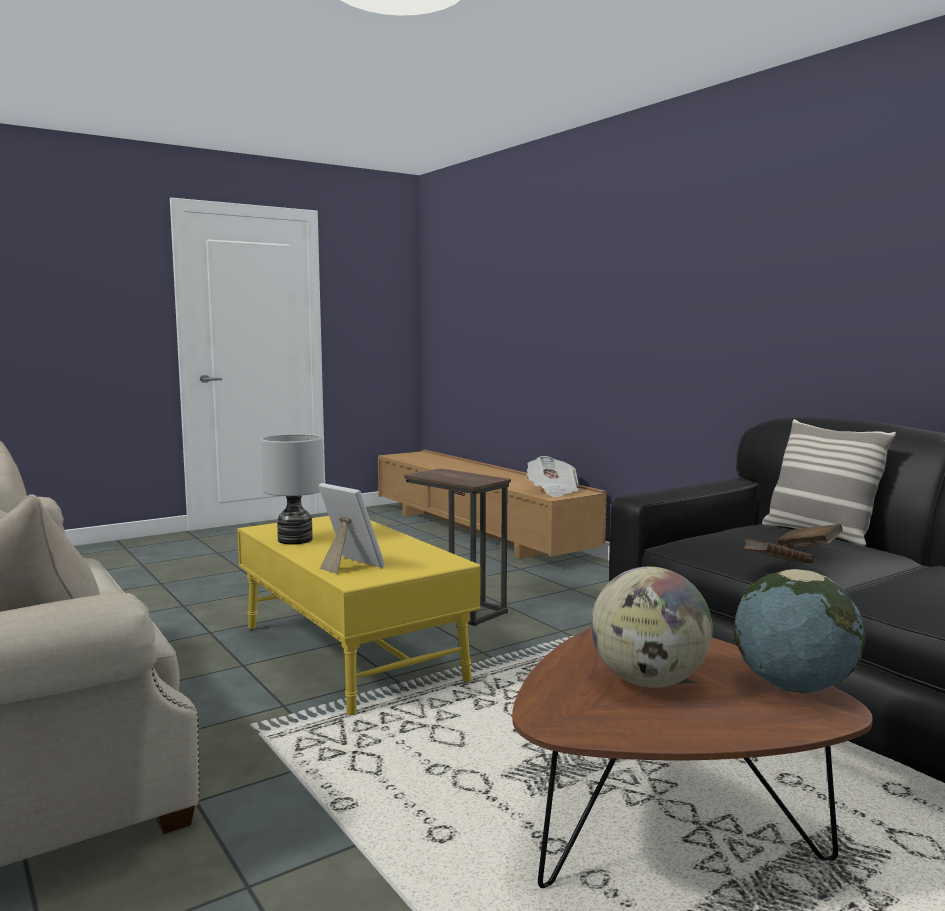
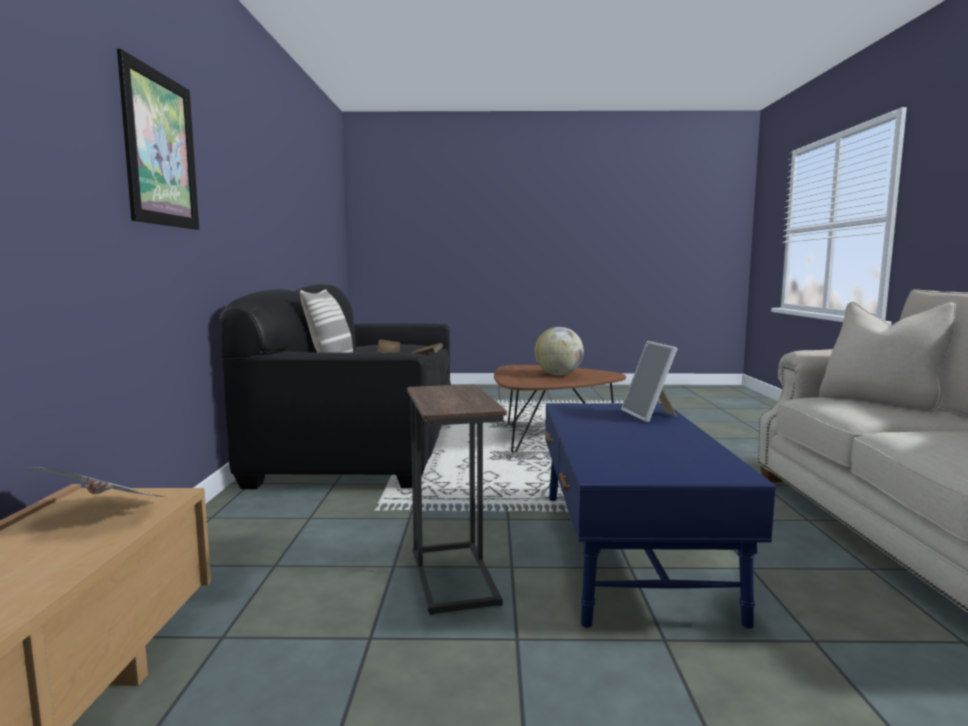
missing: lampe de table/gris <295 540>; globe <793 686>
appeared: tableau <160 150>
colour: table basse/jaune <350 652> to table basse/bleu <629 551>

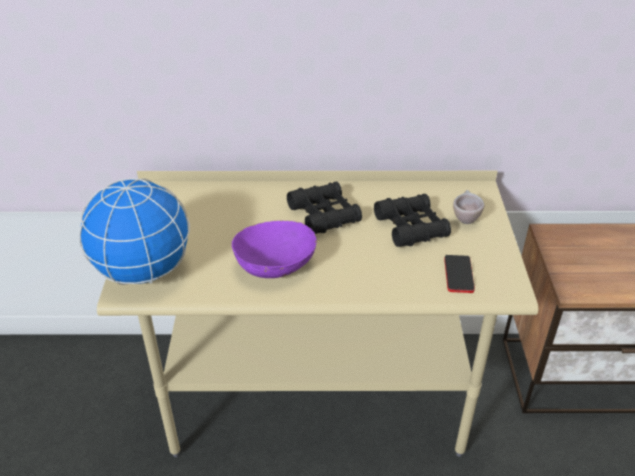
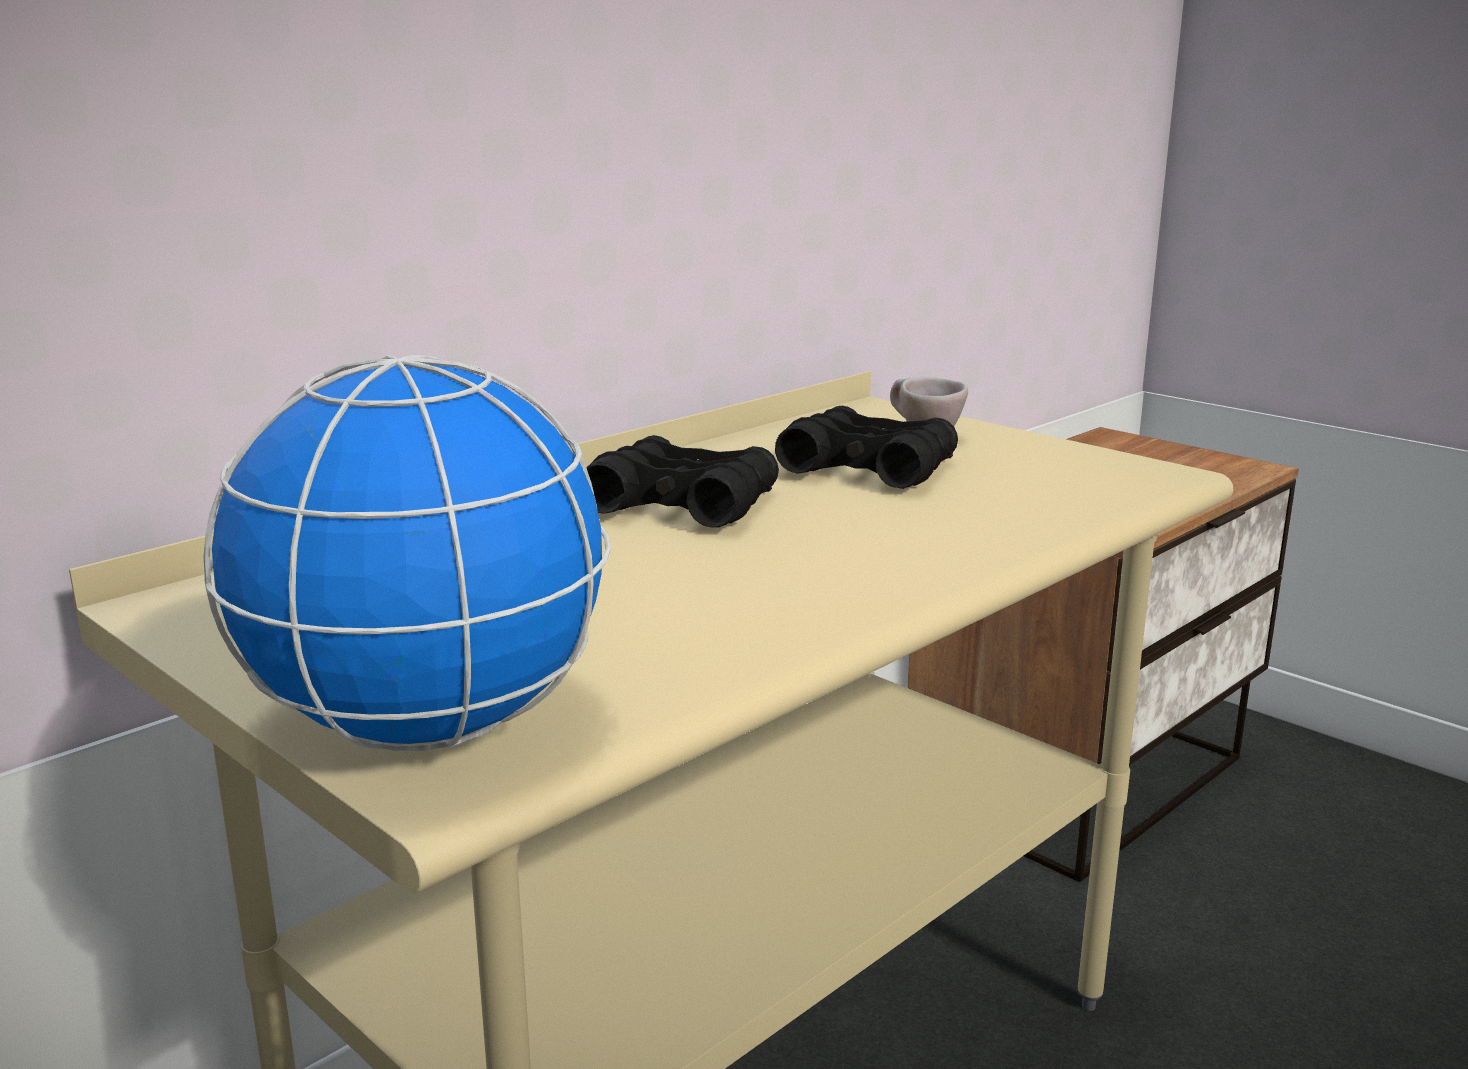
missing: bol/violet <275 265>; téléphone <458 274>

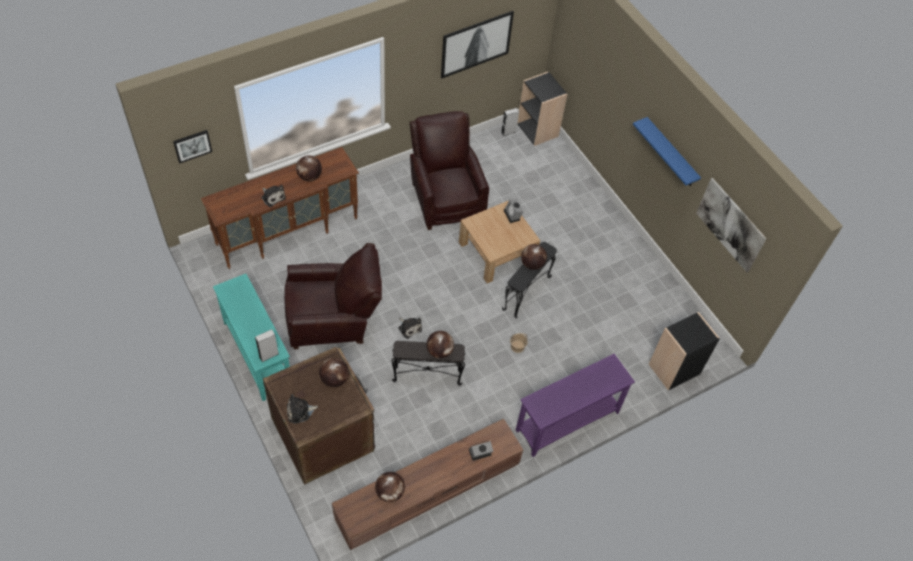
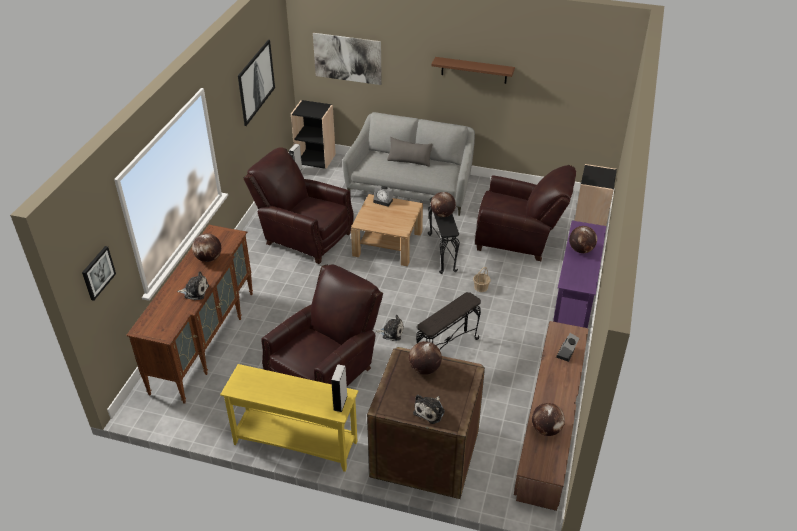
appeared: canapé/gris <411 188>; fauteuil/marron <519 239>
relocated: globe <439 351> to <581 250>; tableau <730 224> to <347 58>
colour: table console/turquoise <257 354> to table console/jaune <295 443>; étagère/bleu <671 153> to étagère/marron <474 70>

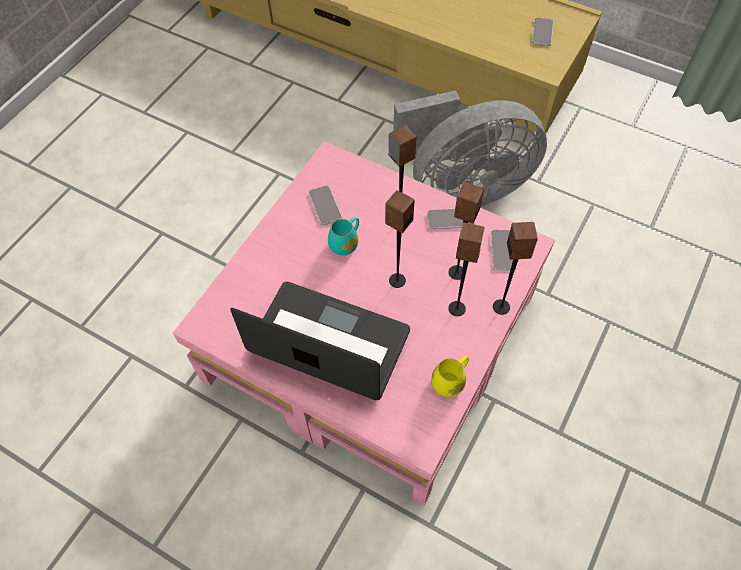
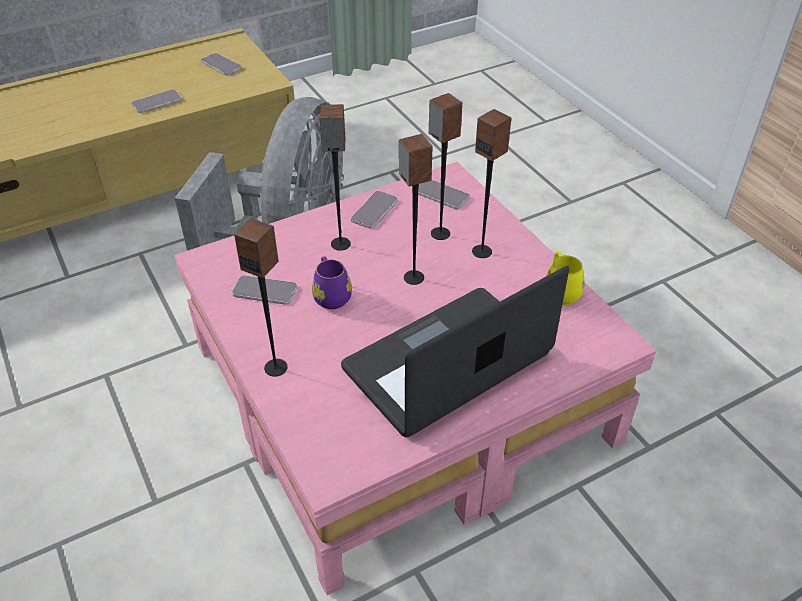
appeared: téléphone <157 102>
relocated: enceinte <501 307> to <276 367>
colour: mug/turquoise <346 243> to mug/violet <331 295>

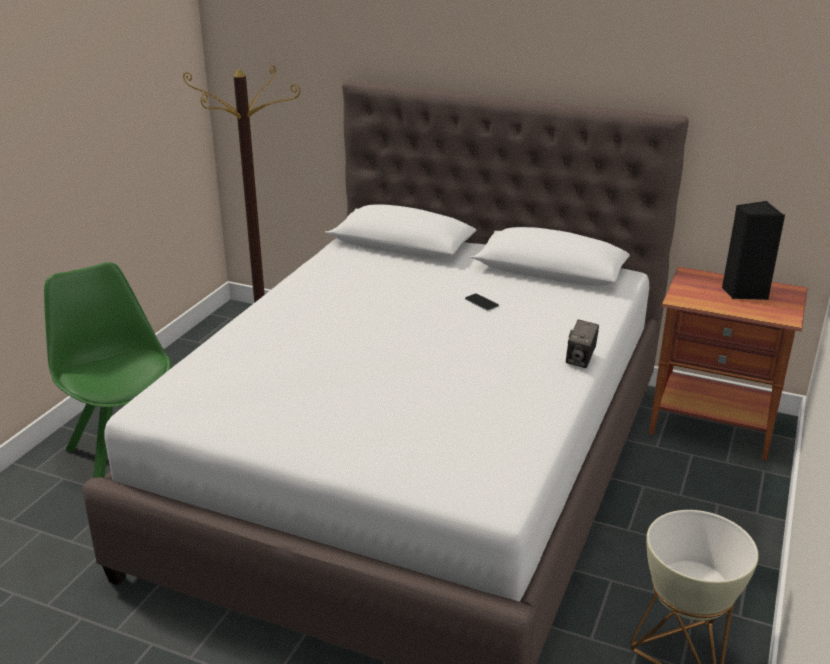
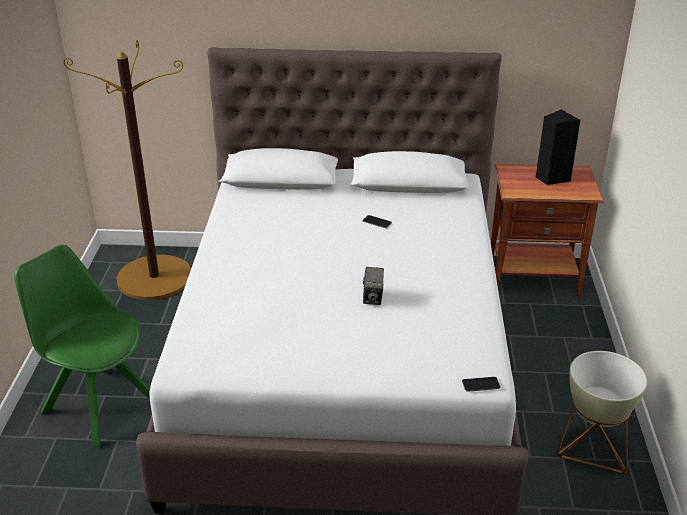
appeared: téléphone <481 384>
relocated: appareil photo <580 360> to <373 298>

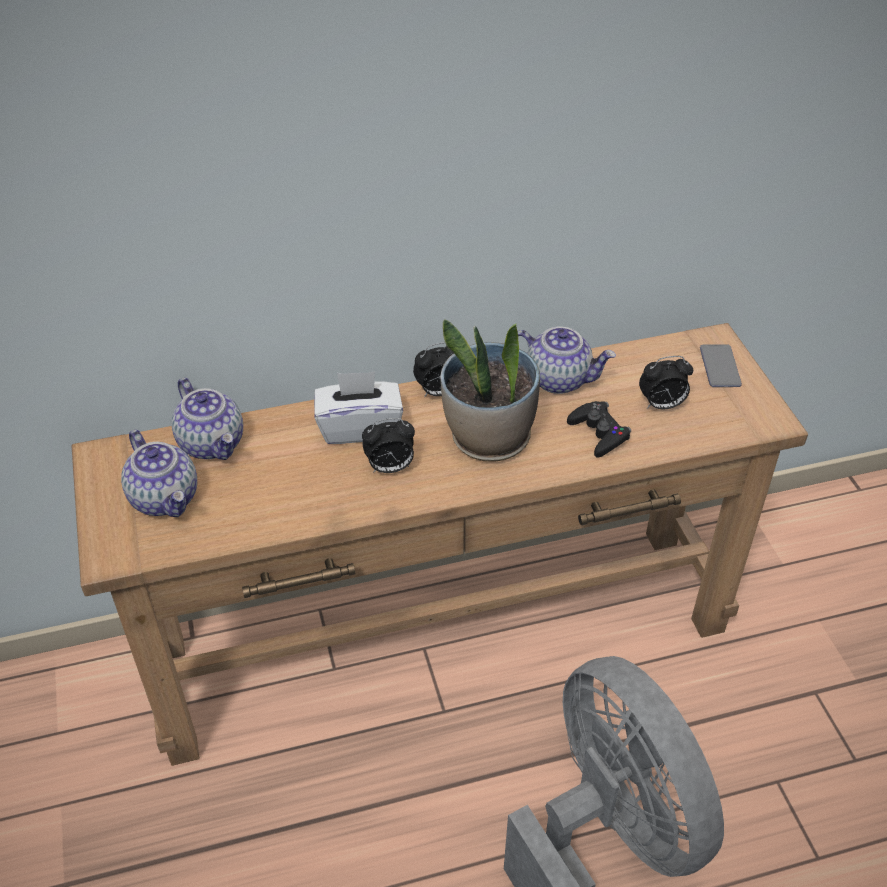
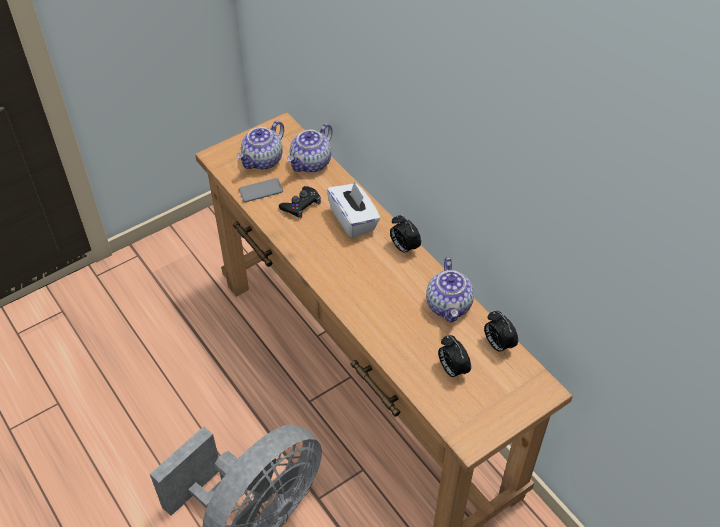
missing: plante en pot <489 439>
relocated: réveil <390 468> to <498 344>; manette/noir <599 433> to <301 205>; téléphone <719 367> to <261 191>

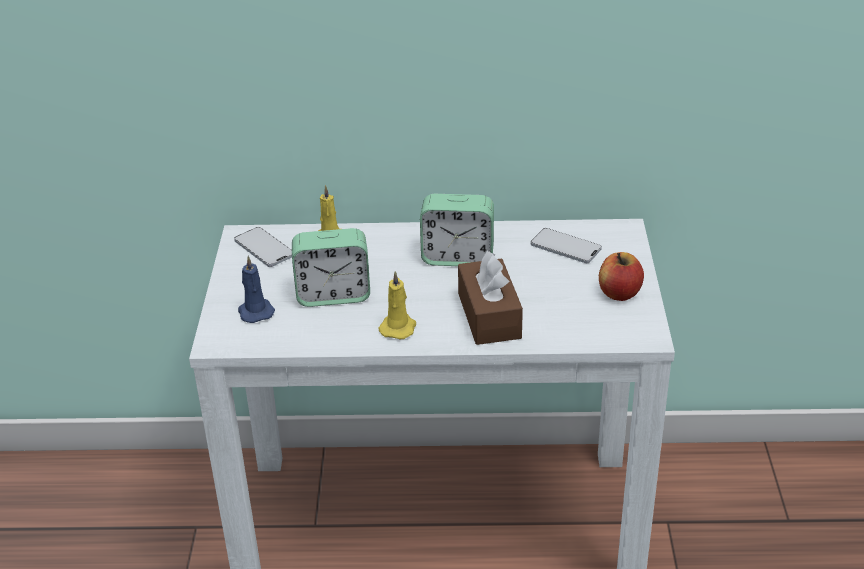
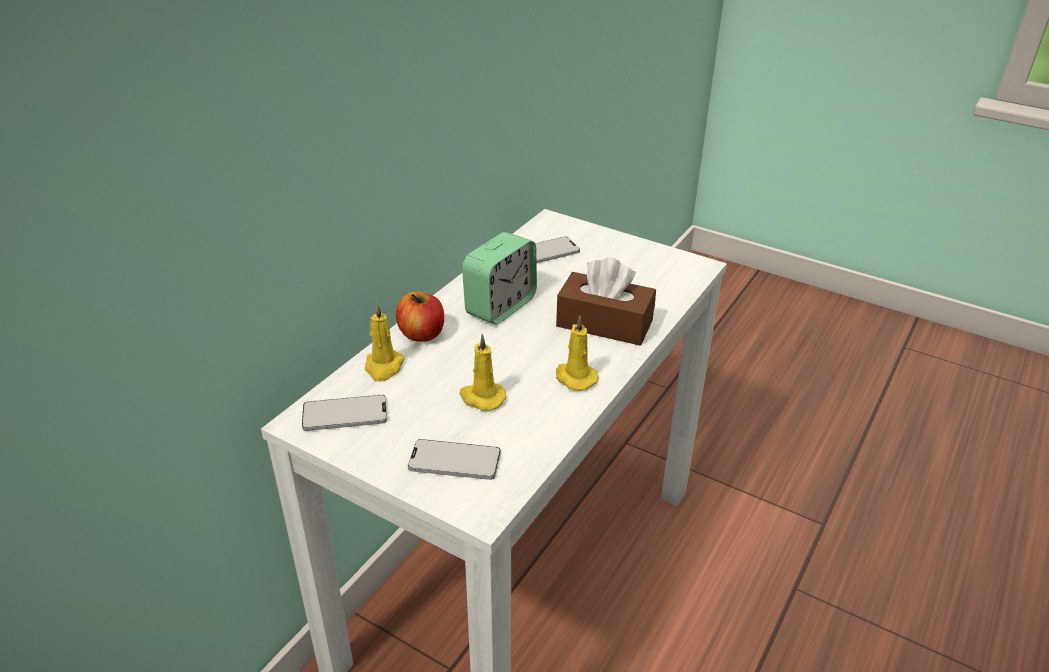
relocated: pomme <619 293> to <422 334>
exchanged: bougie/bleu <255 311> to téléphone <454 461>; réveil <333 295> to bougie/jaune <481 397>

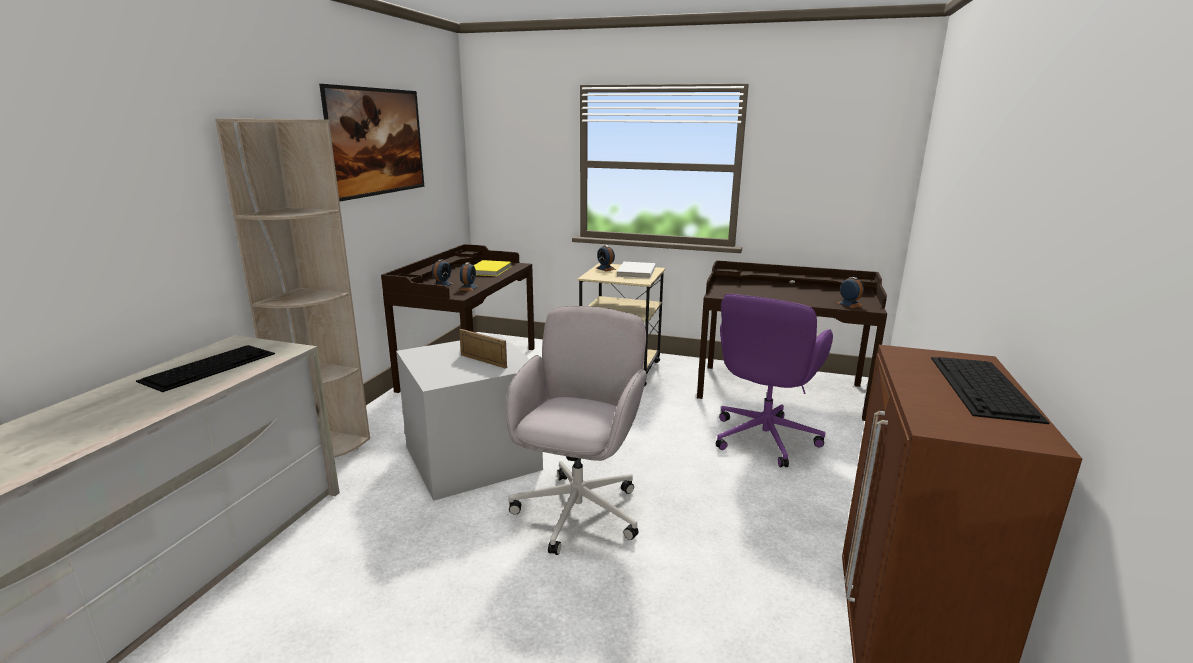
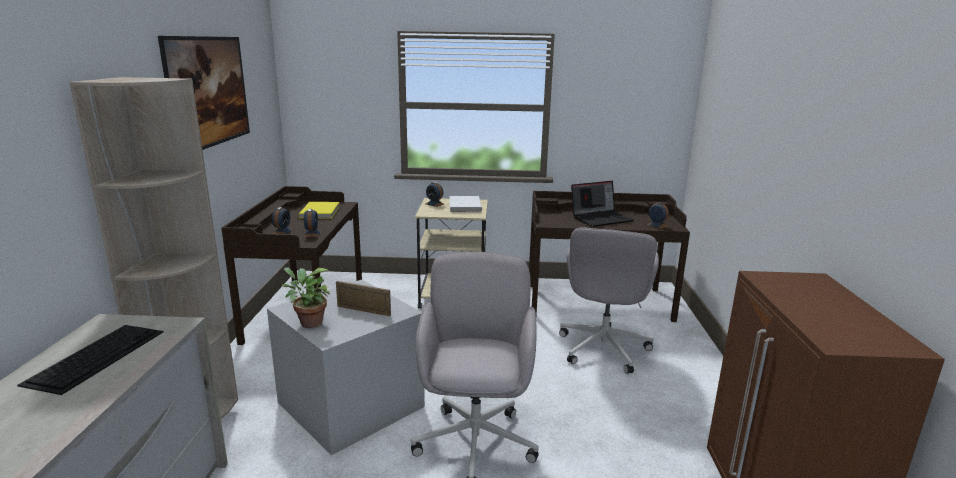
missing: clavier <984 388>
appeared: plante en pot <308 323>; ordinateur portable <601 218>
colour: chaise de bureau/violet <763 439> to chaise de bureau/gris <603 349>

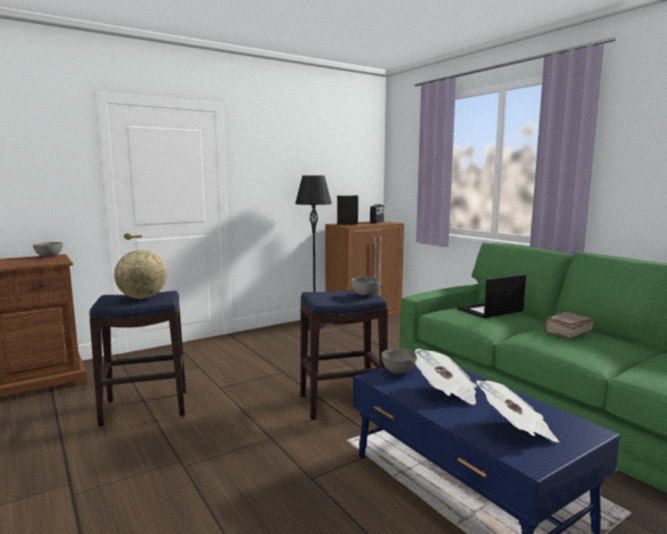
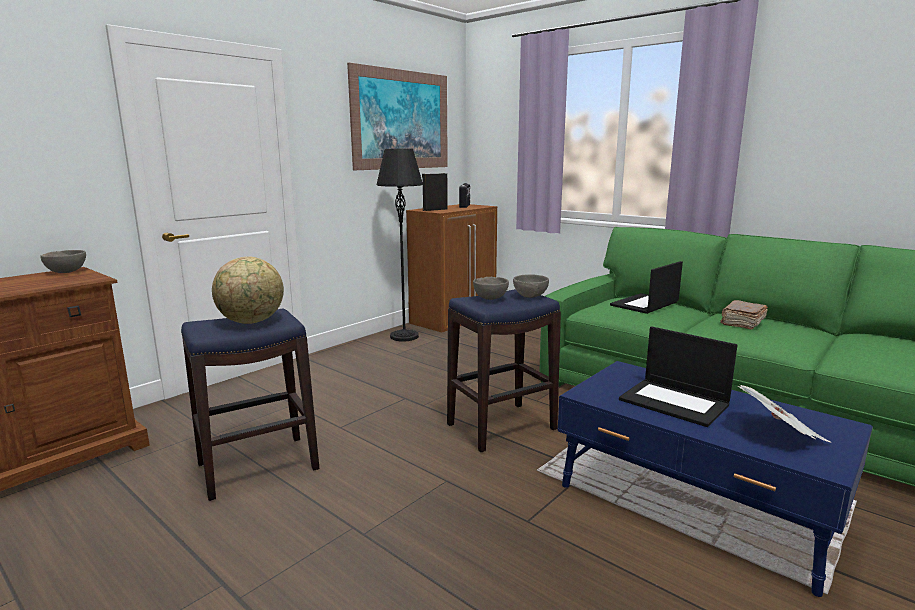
appeared: tableau <401 120>
relocated: bol/gris <398 371> to <491 298>
exchanged: journal <446 392> to ordinateur portable <675 402>

